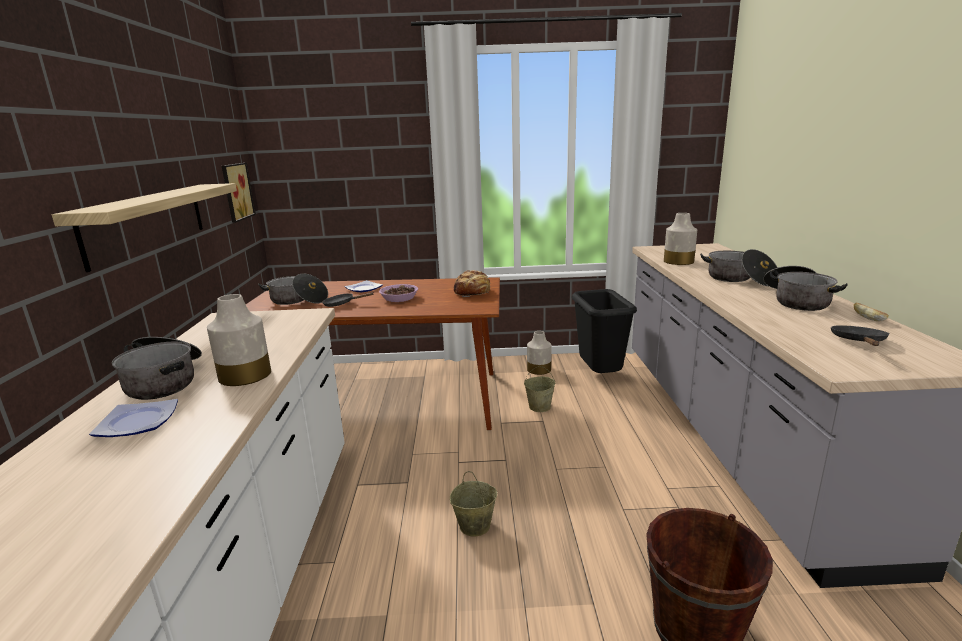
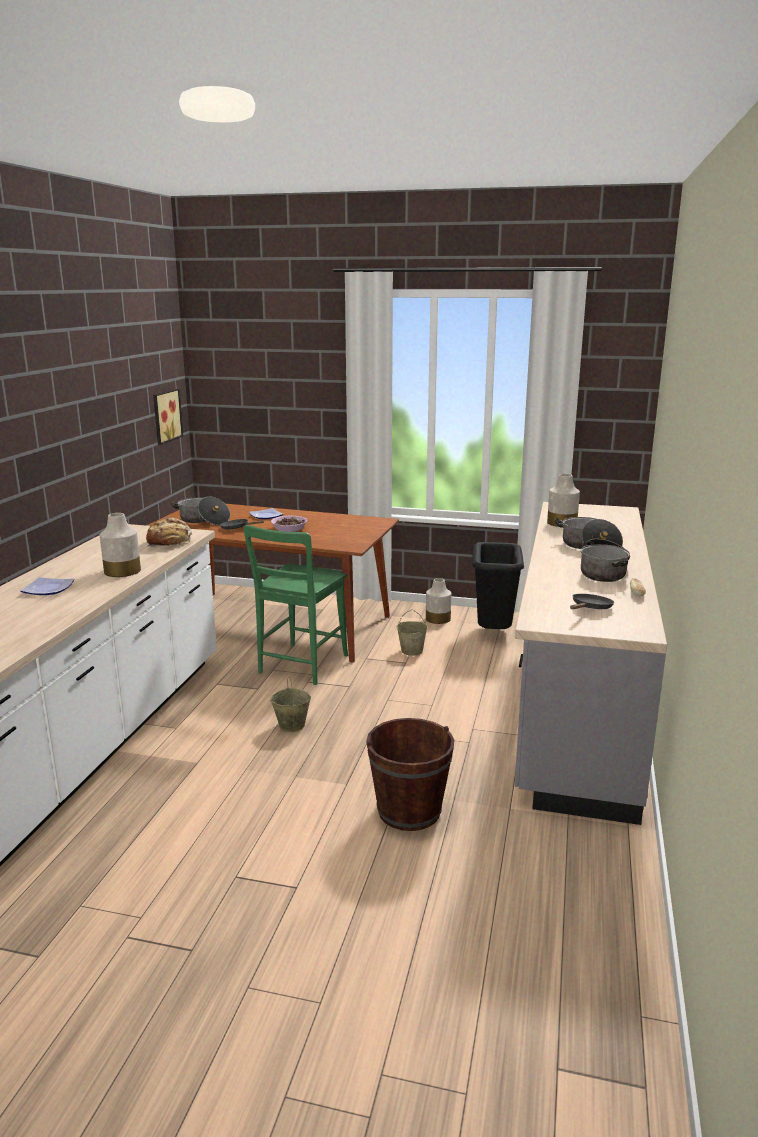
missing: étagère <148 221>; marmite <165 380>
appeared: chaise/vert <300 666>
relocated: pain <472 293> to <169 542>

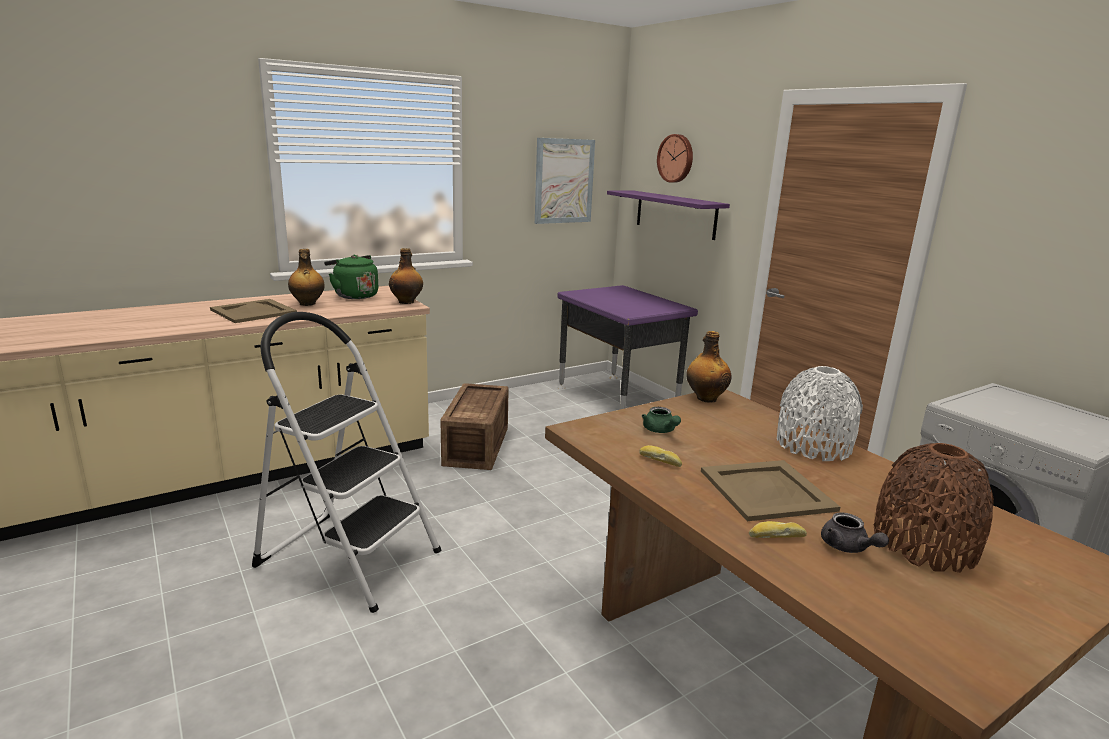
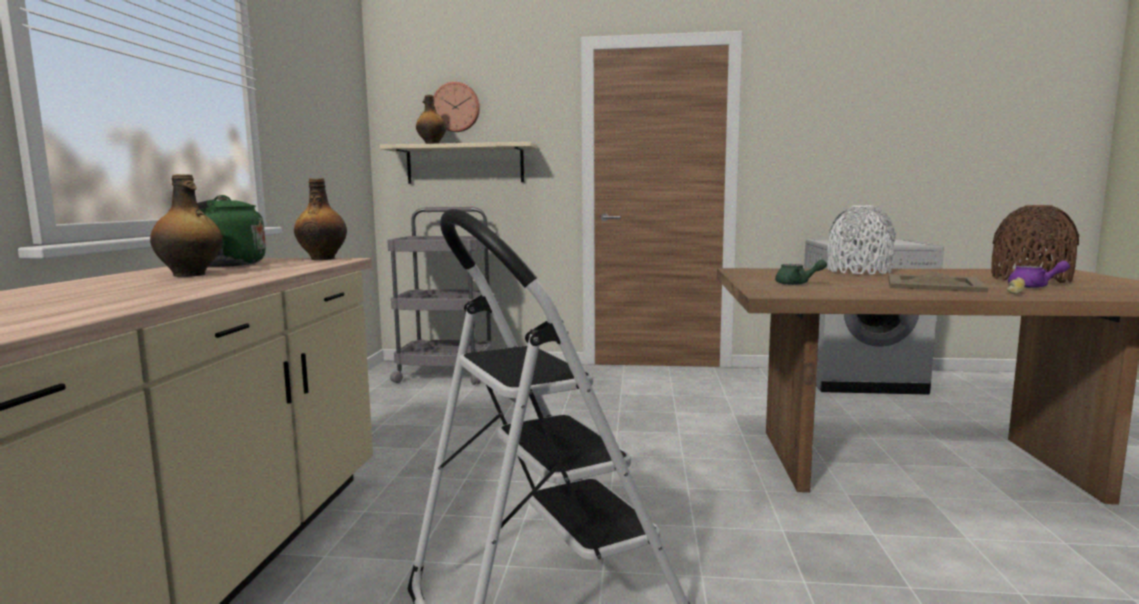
missing: plateau/beige <252 311>; caisse <478 445>; tableau <564 181>; pain <660 461>
relocated: bouteille <705 398> to <431 144>
exchanged: bureau/violet <618 398> to chariot/gris <446 373>
colour: étagère/violet <675 214> to étagère/beige <465 164>; théière/gris <848 548> to théière/violet <1034 287>

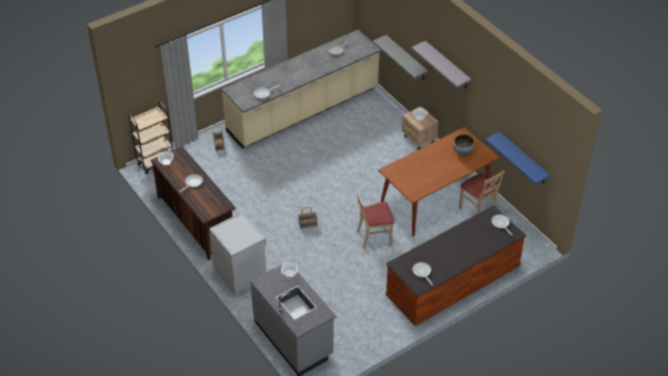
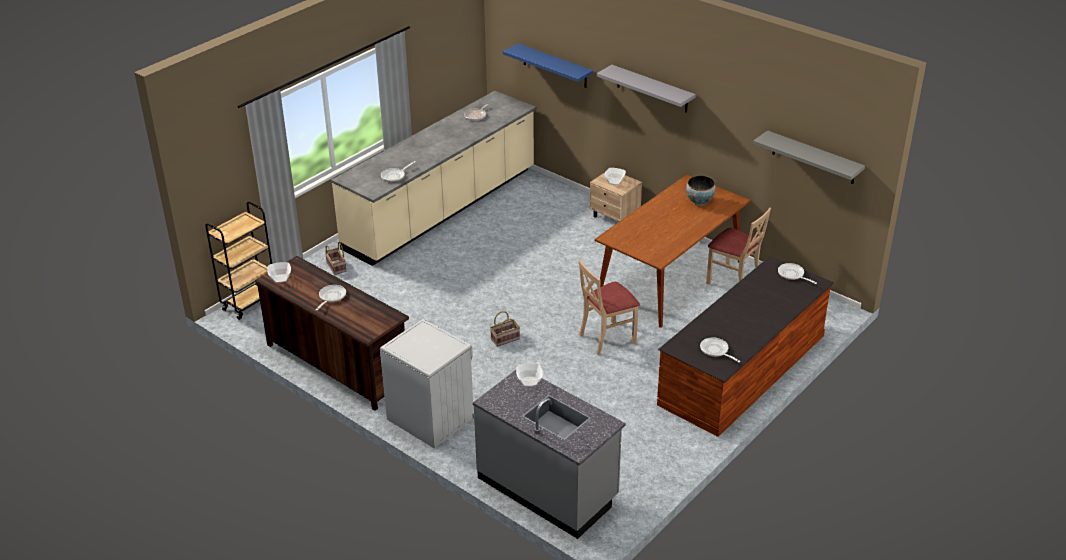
relocated: étagère/gris <406 58> to <813 158>; étagère/bleu <523 159> to <554 66>

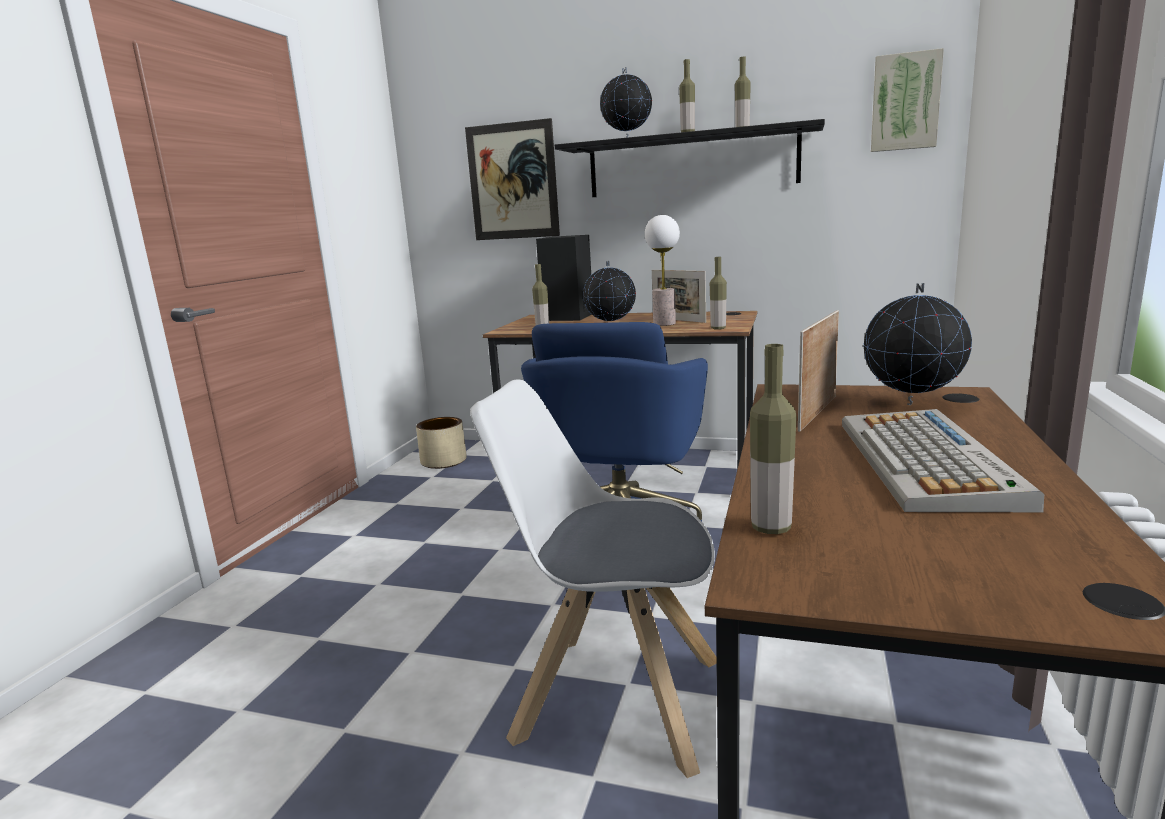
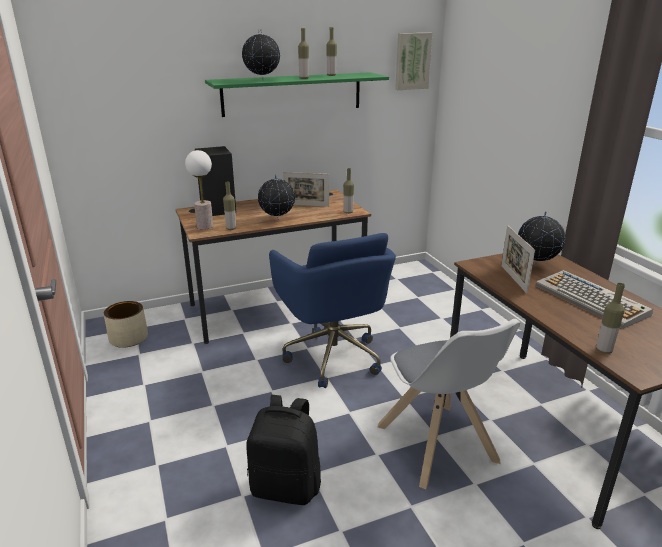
missing: tableau <512 181>
appeared: sac à dos/noir <286 486>
relocated: lampe de table <664 323> to <205 226>
colour: étagère/noir <691 164> to étagère/vert <292 94>
spun: chaise <612 697> = <438 446> 90 degrees counterclockwise

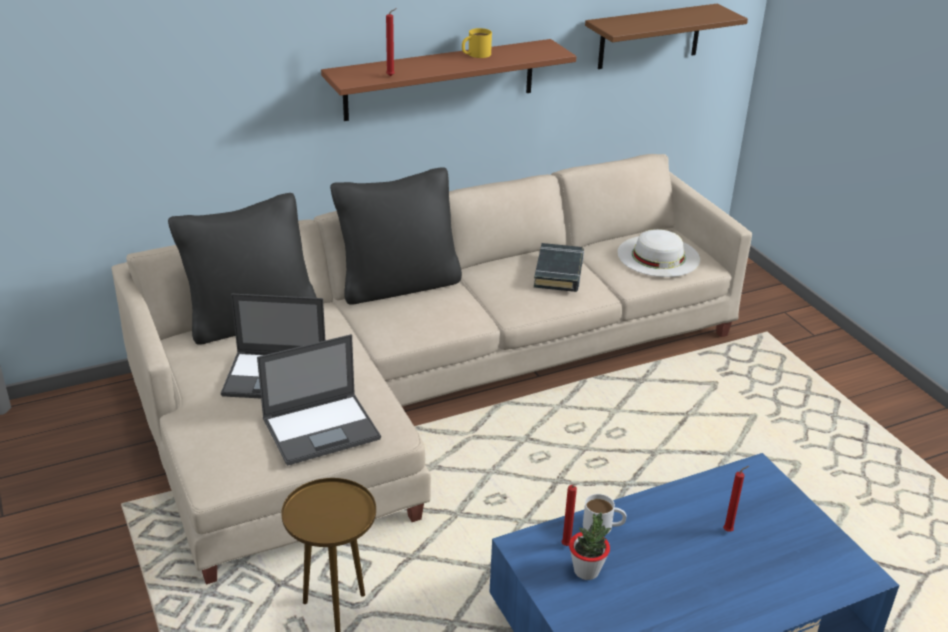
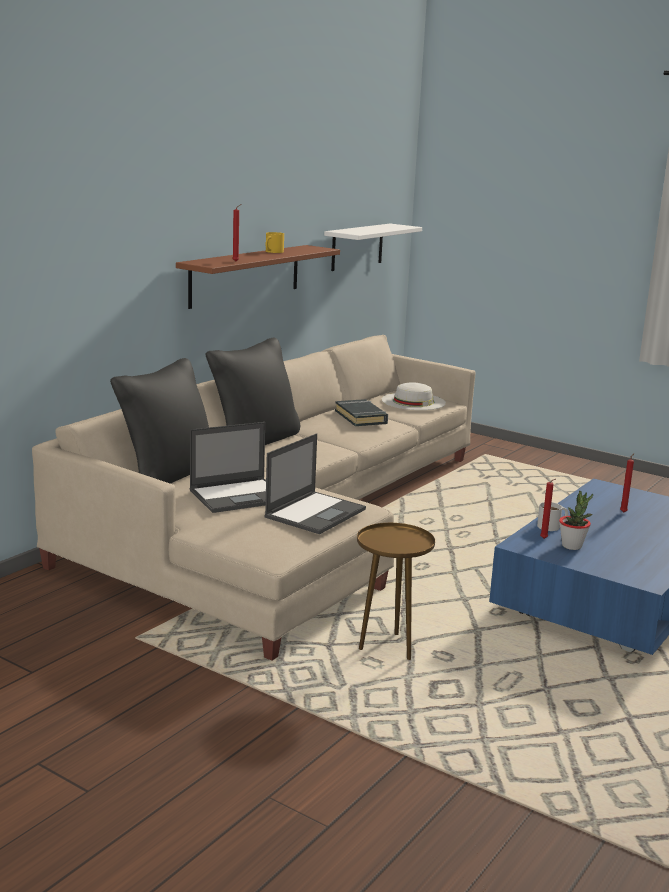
colour: étagère/marron <650 36> to étagère/blanc <357 247>

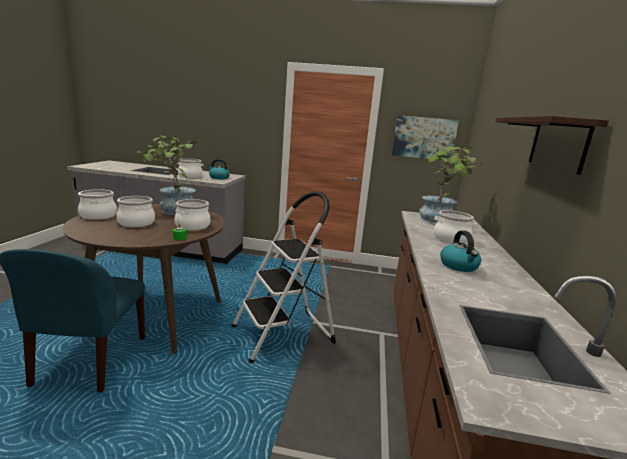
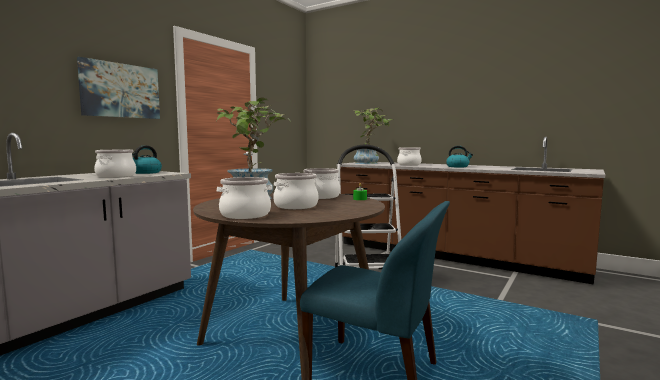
missing: étagère <558 144>
relocated: tableau <424 138> to <120 90>

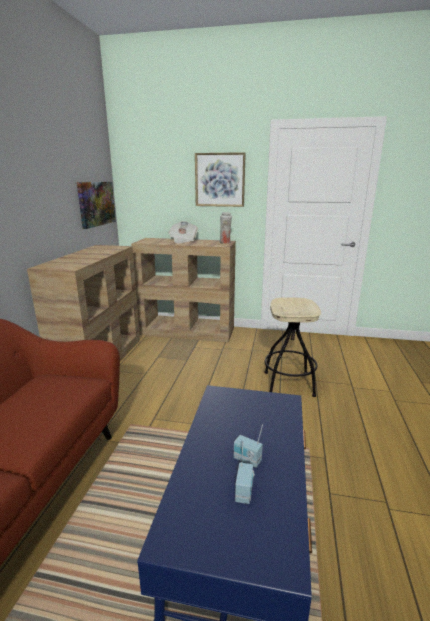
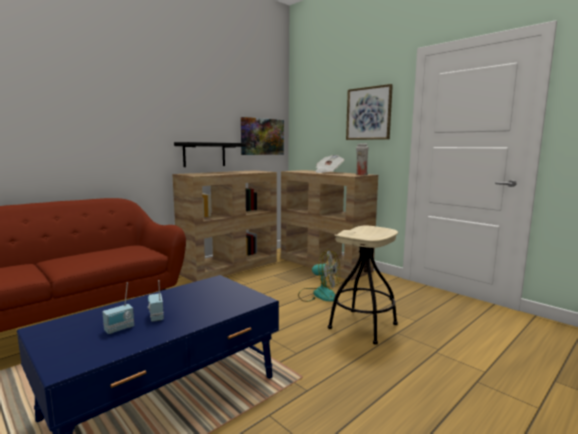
appeared: étagère/noir <204 154>; ventilateur <318 294>

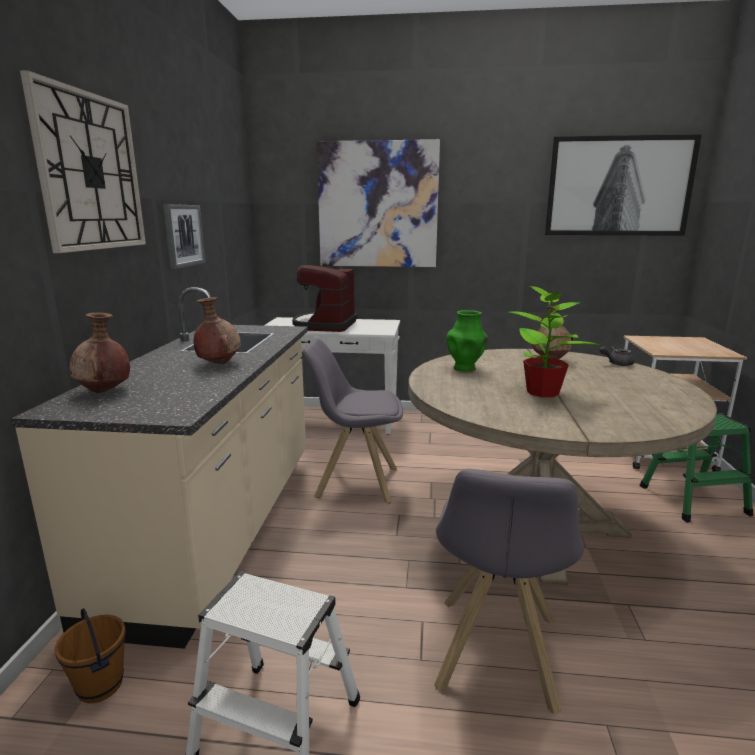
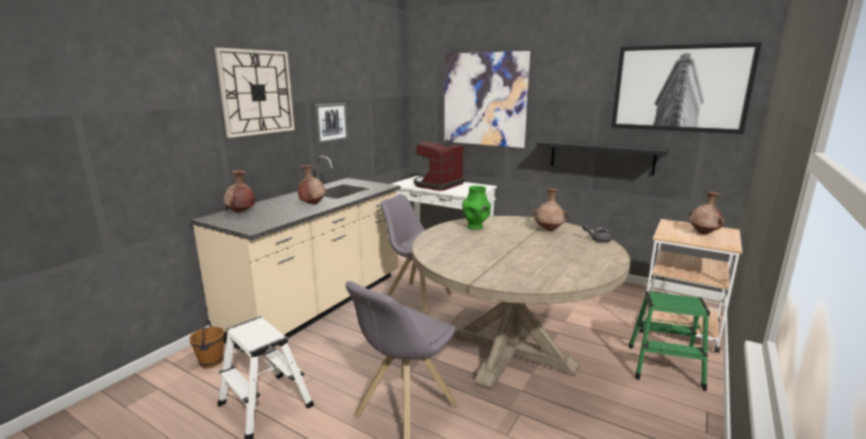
missing: plante en pot <543 392>
appeared: étagère/noir <601 157>; vase/marron <703 233>

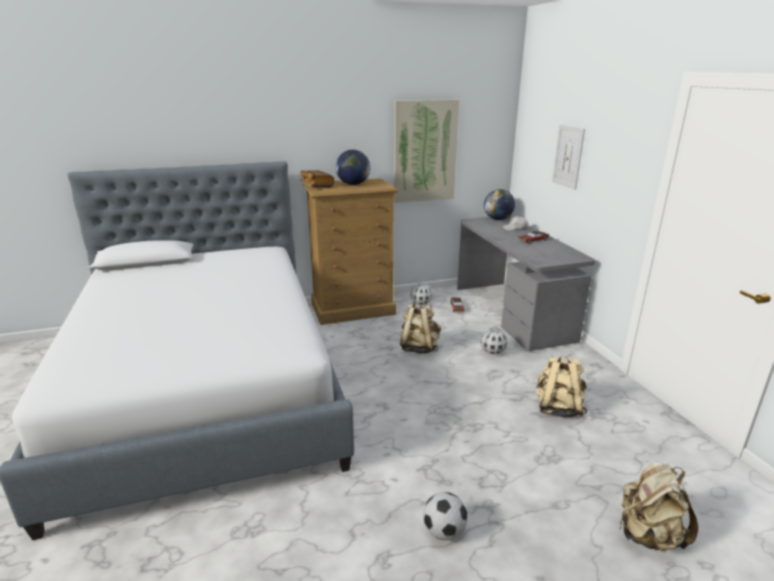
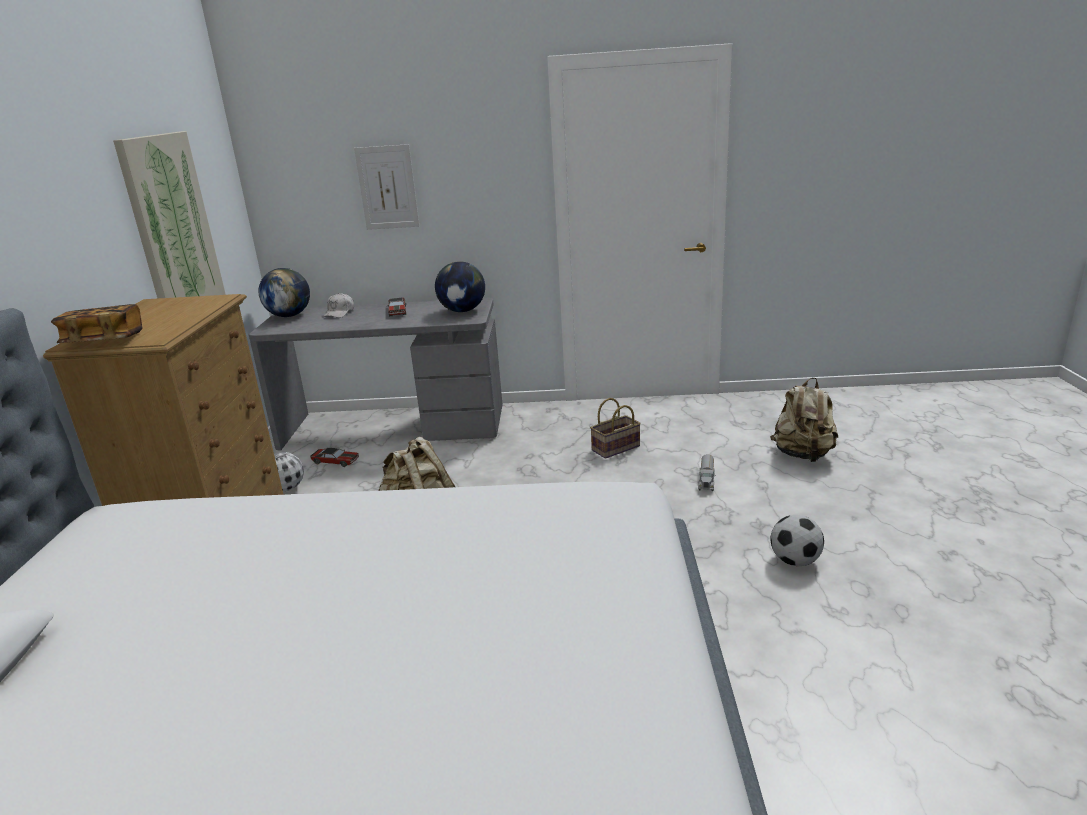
missing: ballon de foot <492 352>
appeared: camion jouet <707 481>
relocated: globe <353 184> to <462 311>
exchanged: sac à dos/beige <557 408> to panier <615 449>

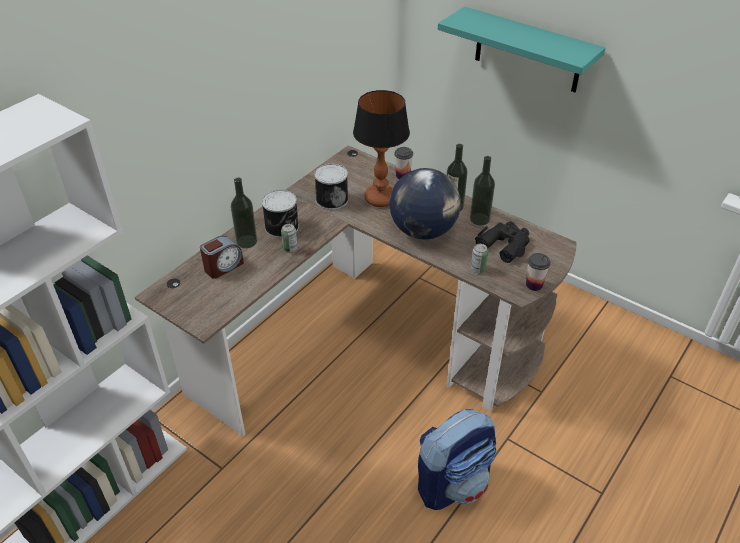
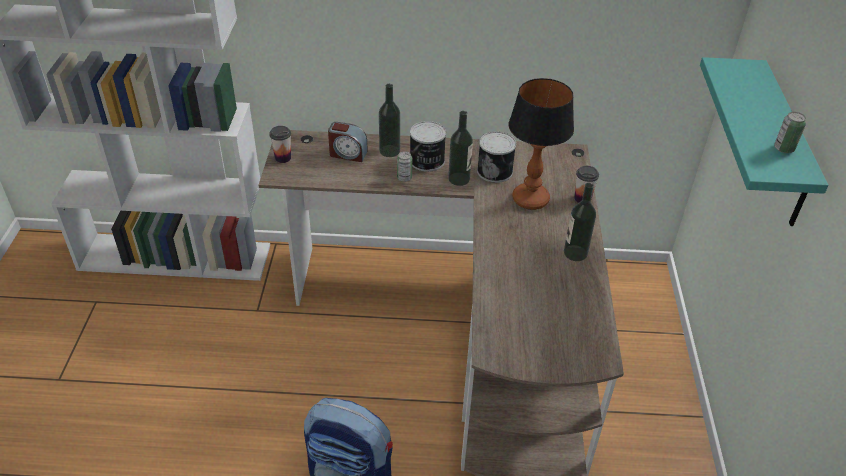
missing: globe <423 231>; jumelles/noir <504 244>
relocated: bouteille <479 219> to <459 179>; boîte métallique <478 269> to <784 148>; tasse <534 285> to <283 158>

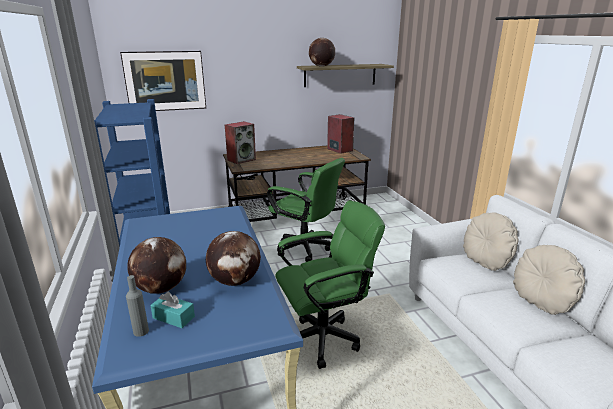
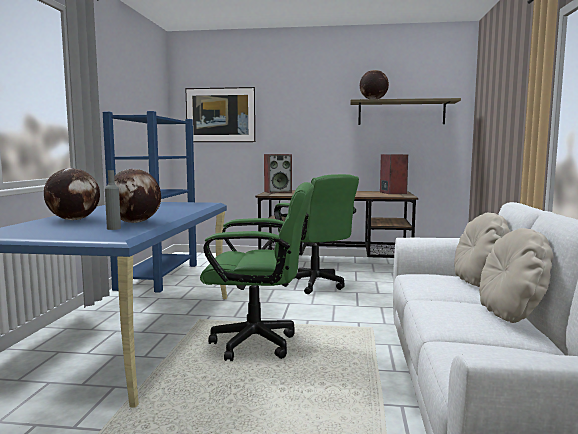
missing: boîte à mouchoirs/turquoise <173 317>
relocated: bouteille/gris <141 331> to <113 228>

